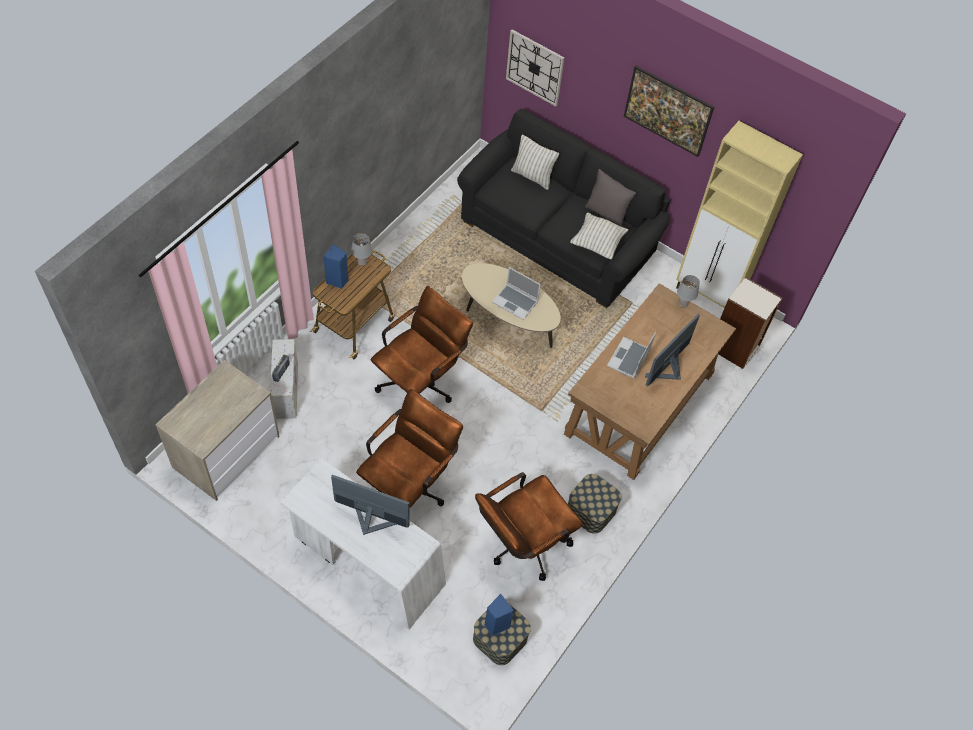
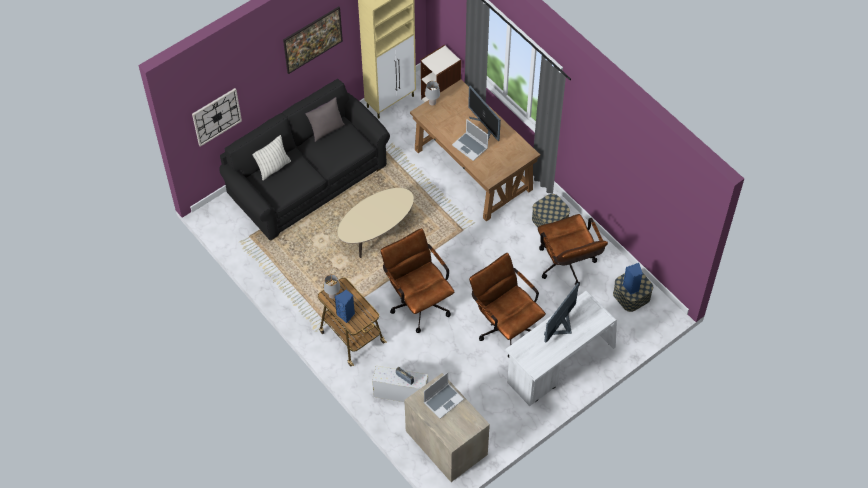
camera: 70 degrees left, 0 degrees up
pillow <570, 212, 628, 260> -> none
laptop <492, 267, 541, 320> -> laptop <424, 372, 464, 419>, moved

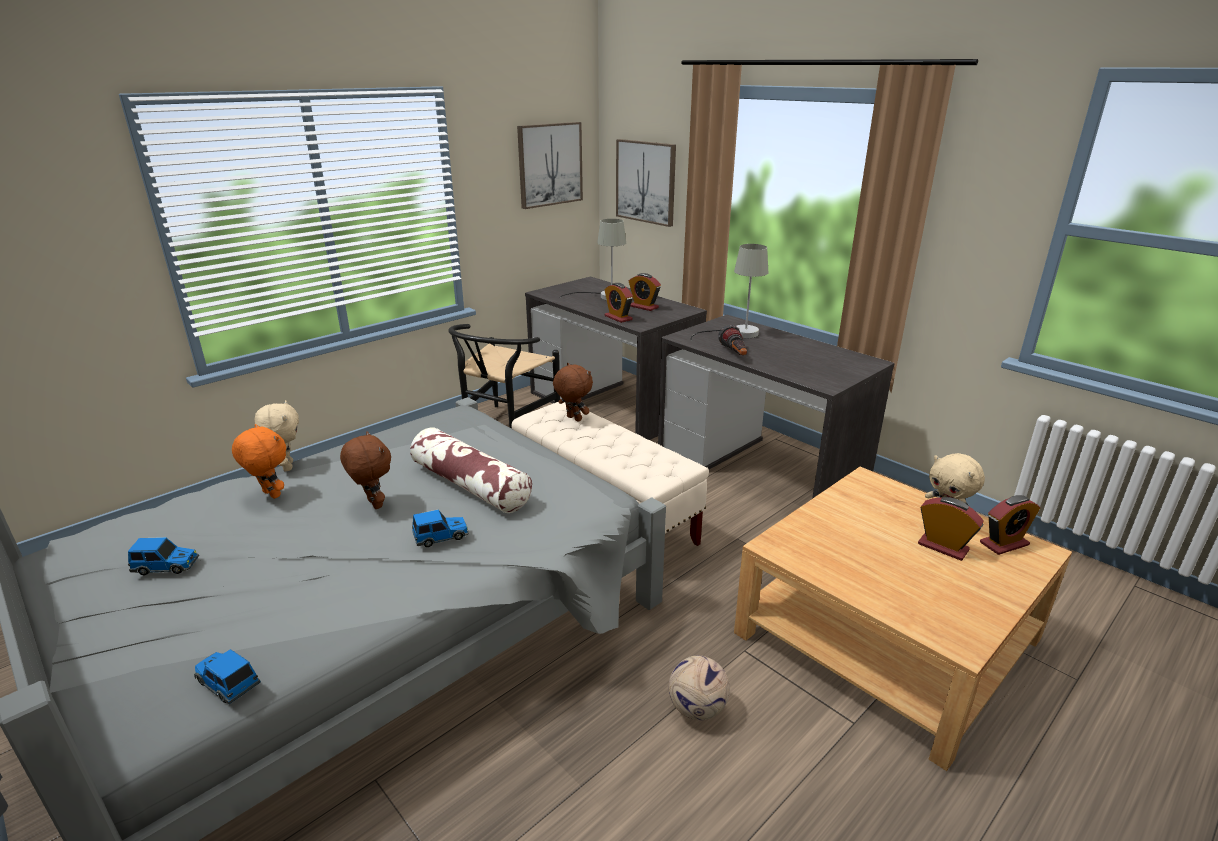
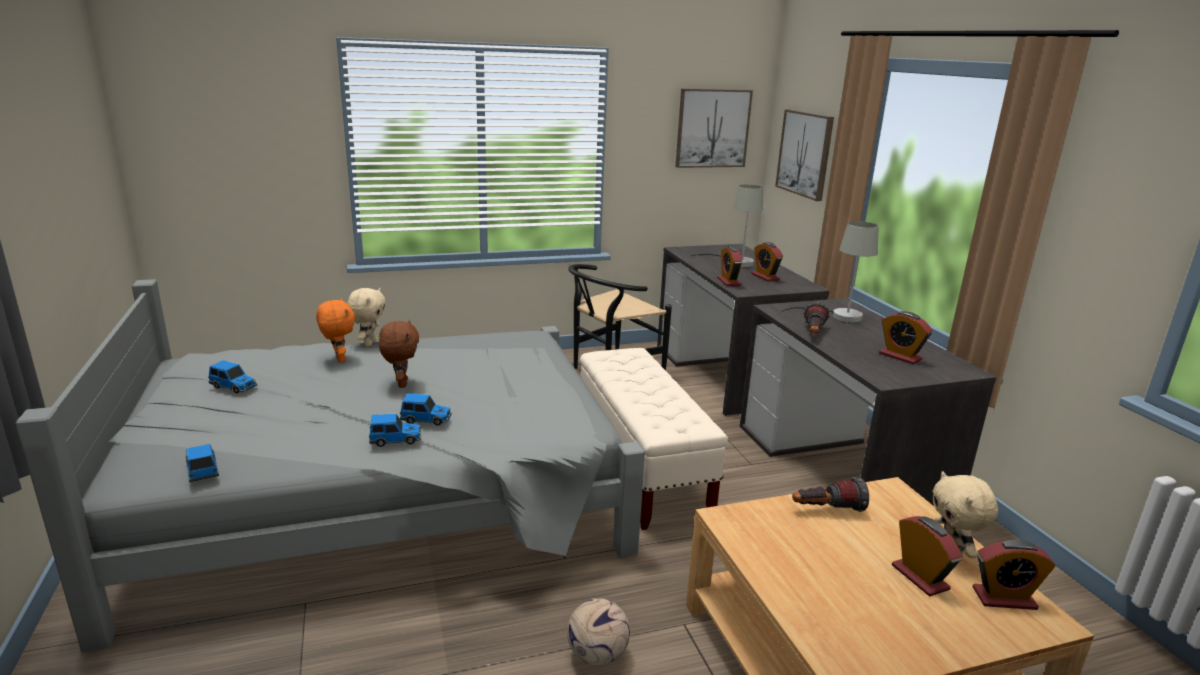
camera: 25 degrees right, 5 degrees down
plush toy/brown <553, 363, 593, 422> -> none
pillow <410, 428, 532, 513> -> none
none -> alarm clock <879, 311, 933, 364>
none -> toy car <369, 413, 421, 447>
none -> flashlight <792, 477, 869, 512>

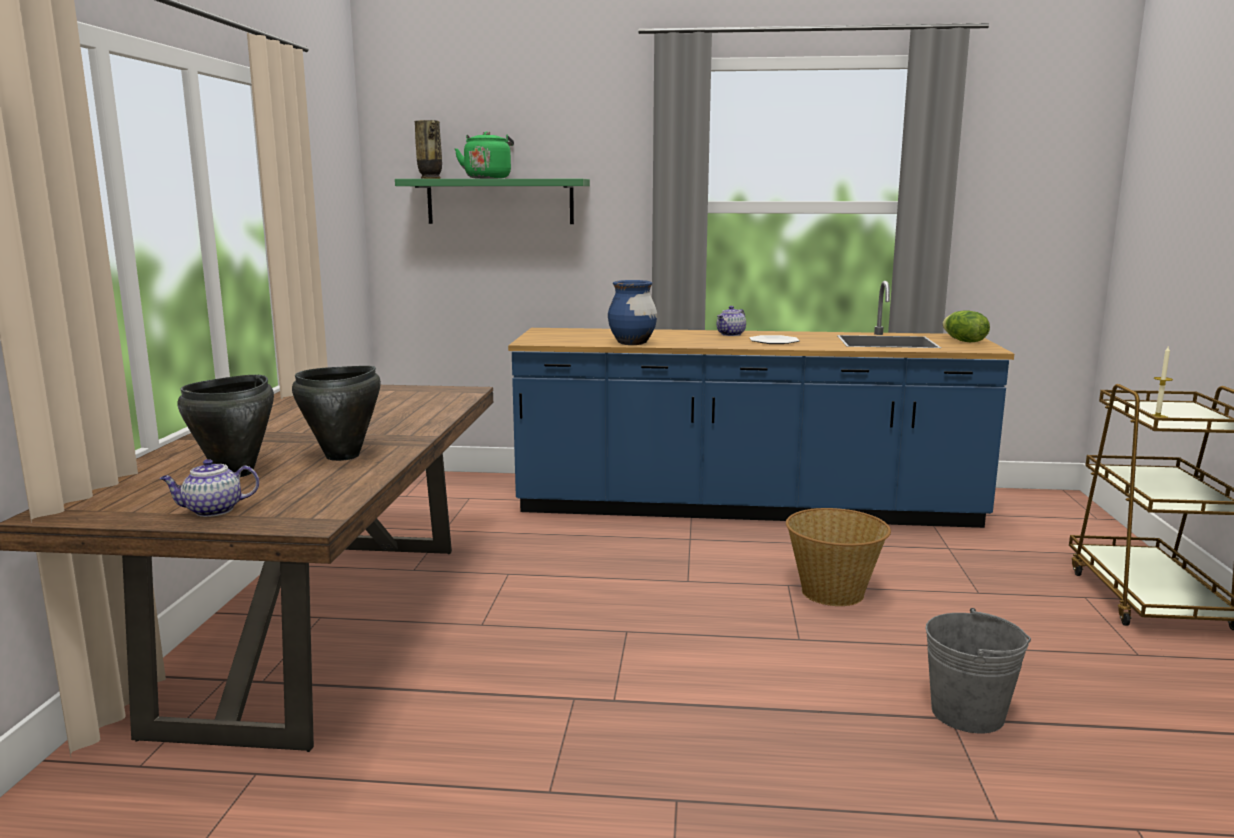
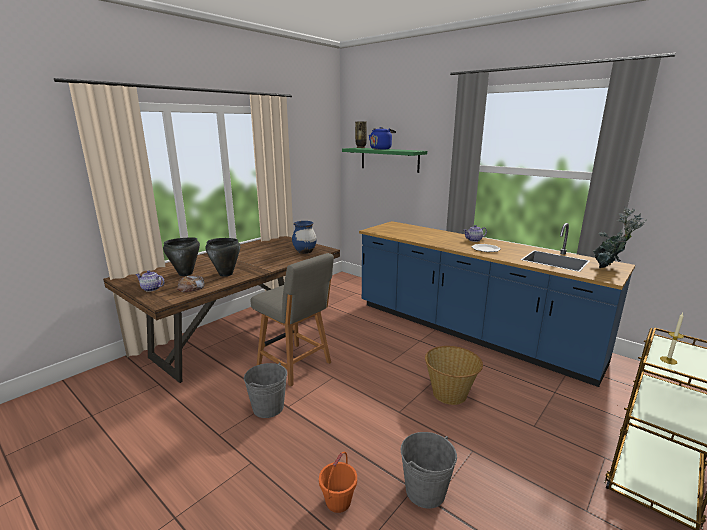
camera: 35 degrees right, 5 degrees up
kettle/green <455, 131, 514, 179> -> kettle/blue <369, 127, 396, 150>
vase/blue <608, 280, 657, 345> -> vase/blue <292, 221, 317, 254>, moved
lettuce <943, 311, 990, 342> -> potted plant <593, 207, 647, 268>
none -> chair/grey <251, 253, 334, 387>
none -> bread <177, 275, 204, 292>
none -> bucket/grey <244, 362, 287, 418>
none -> bucket/orange <319, 452, 357, 513>

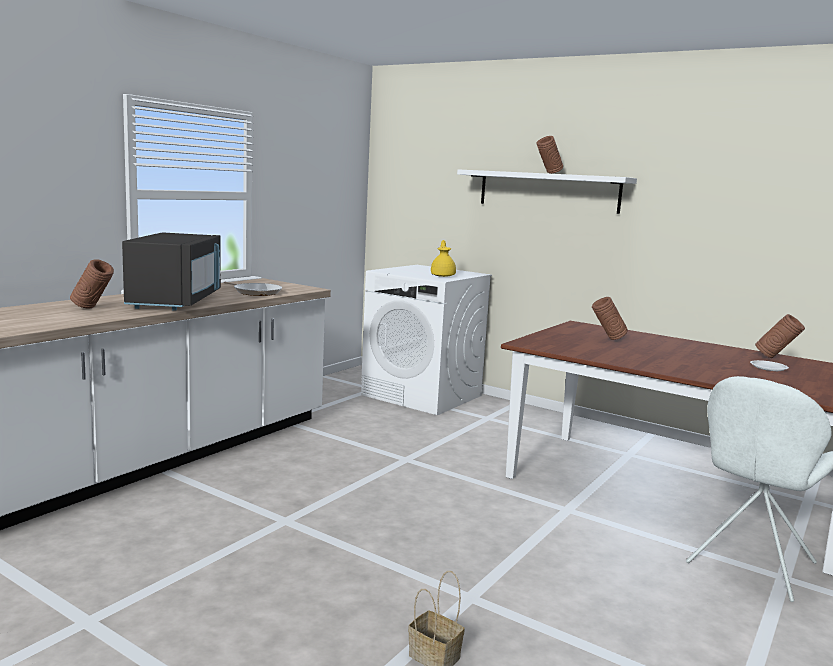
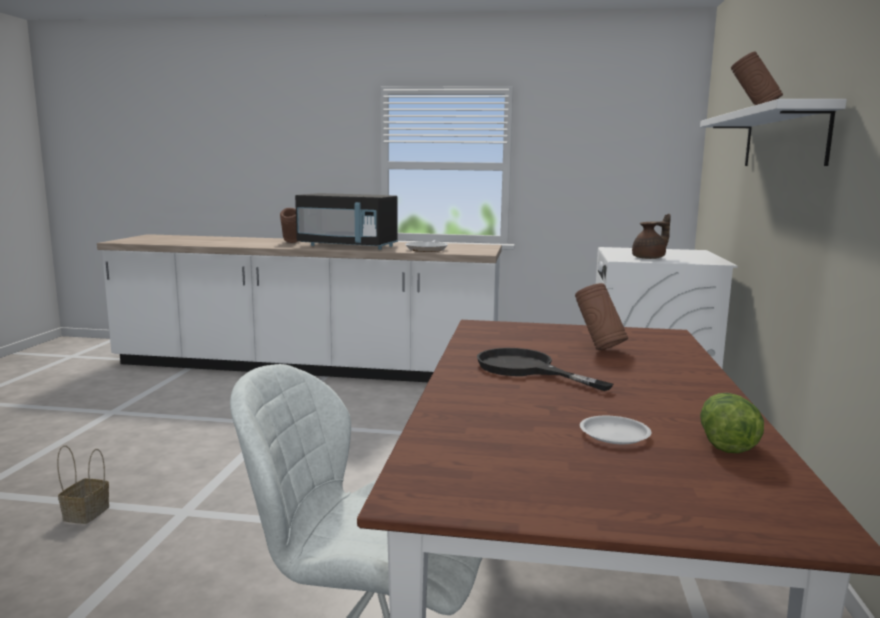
camera: 65 degrees right, 0 degrees up
microwave/black <122, 233, 221, 311> -> microwave/black <295, 193, 398, 250>, 45 degrees clockwise
teapot/yellow <431, 240, 456, 277> -> teapot/brown <632, 214, 671, 259>
vase/brown <755, 314, 805, 358> -> lettuce <700, 393, 764, 453>
none -> frying pan/black <477, 348, 613, 391>

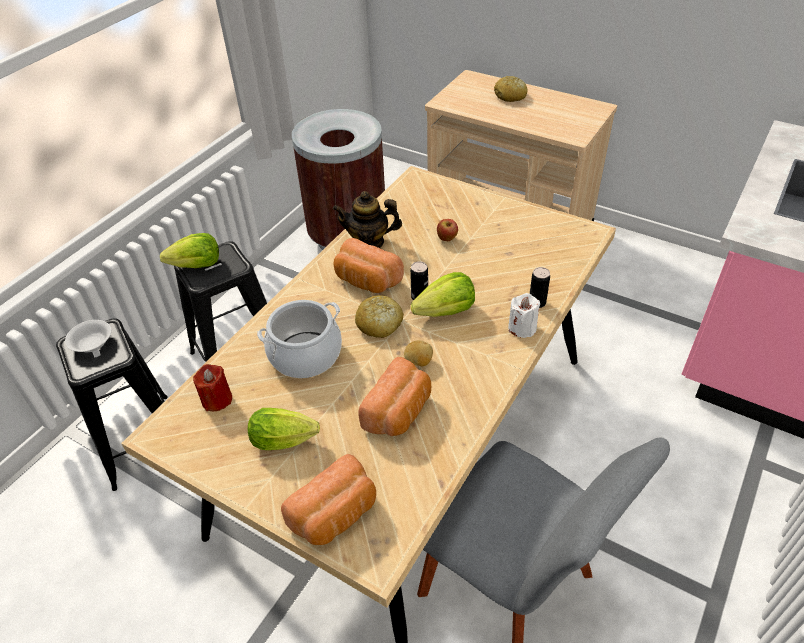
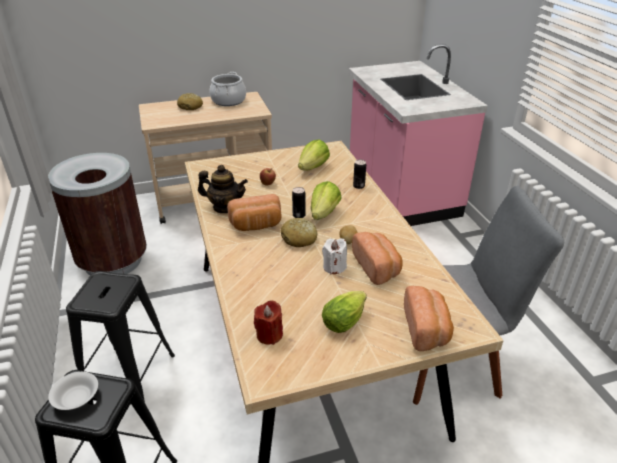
camera: 50 degrees left, 10 degrees down
teapot <333, 191, 402, 248> -> teapot <198, 165, 248, 213>, 120 degrees counterclockwise
lettuce <160, 233, 219, 268> -> lettuce <298, 139, 330, 171>, moved
candle/white <508, 293, 540, 338> -> candle/white <322, 238, 347, 274>, moved
cooking pot <257, 300, 342, 378> -> cooking pot <210, 72, 246, 106>, moved

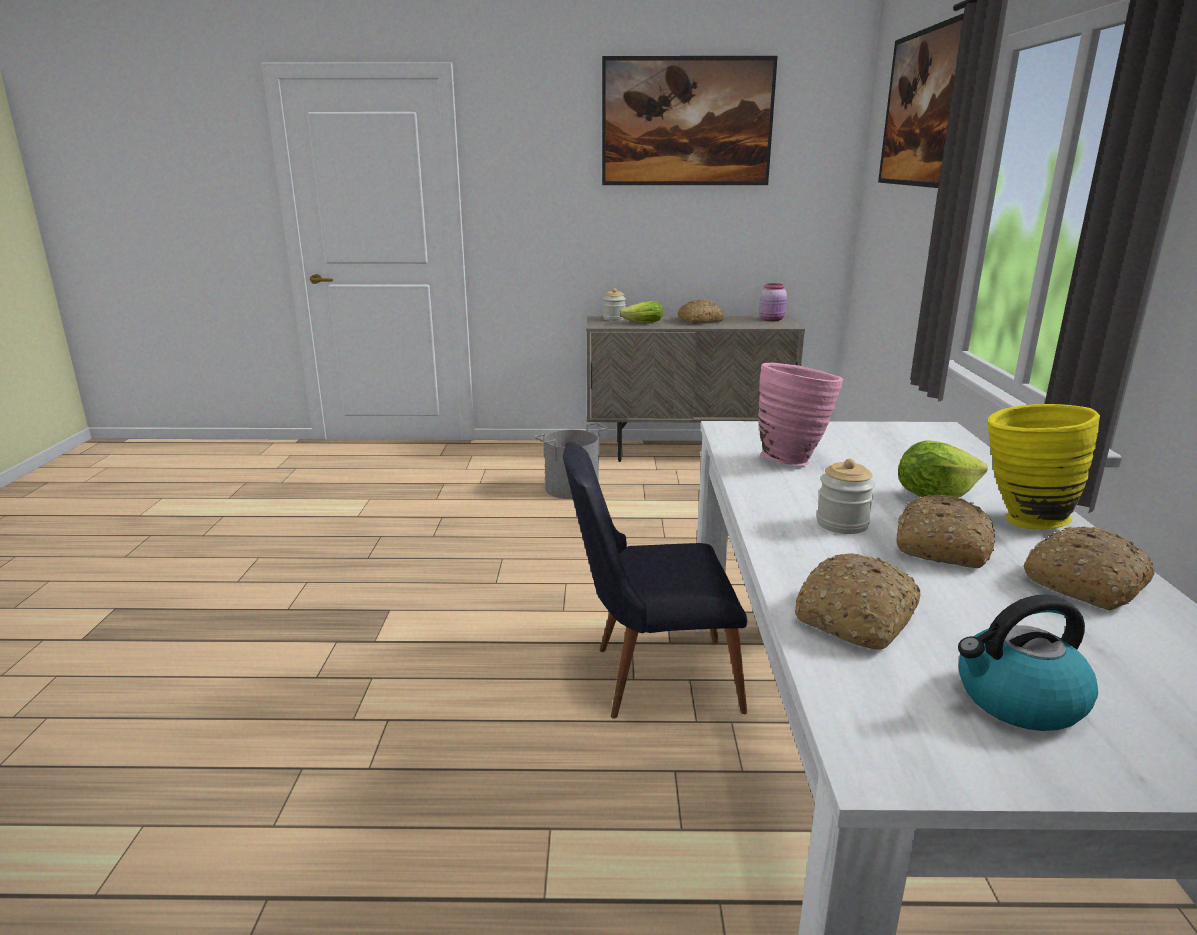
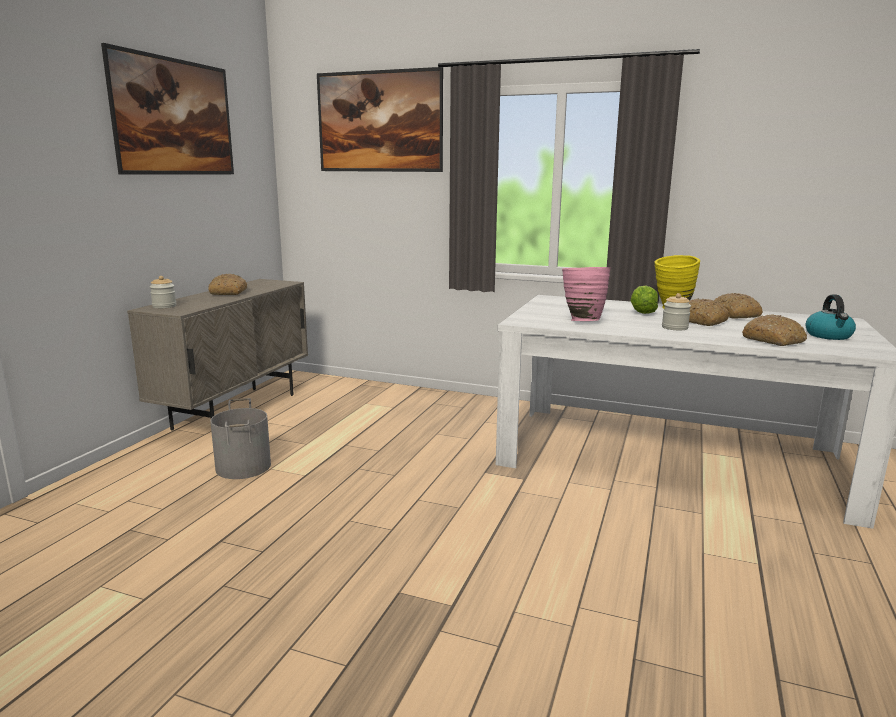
camera: 70 degrees left, 5 degrees down
jar/pink <759, 283, 787, 321> -> none
lettuce <619, 301, 663, 323> -> none
chair/black <563, 442, 747, 719> -> none

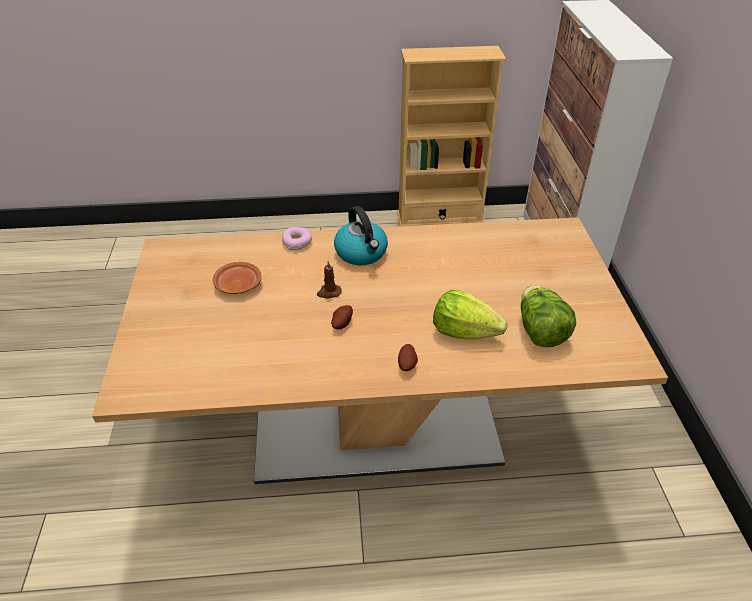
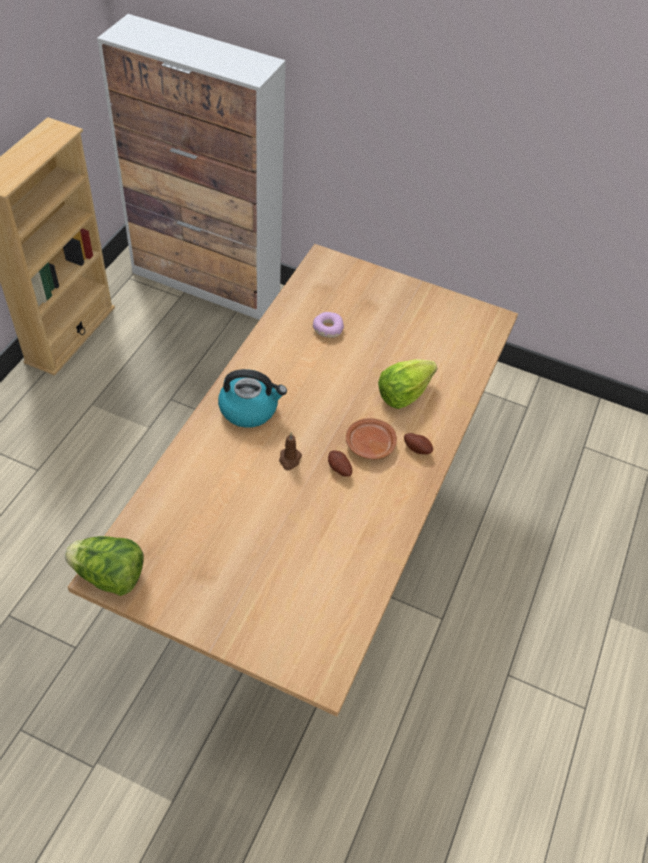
camera: 65 degrees left, 10 degrees up
donut <282, 227, 312, 250> -> donut <313, 312, 344, 338>, moved
plate/brown <213, 262, 262, 294> -> plate/brown <346, 418, 397, 459>, moved
lettuce <521, 286, 576, 347> -> lettuce <65, 536, 144, 596>, moved

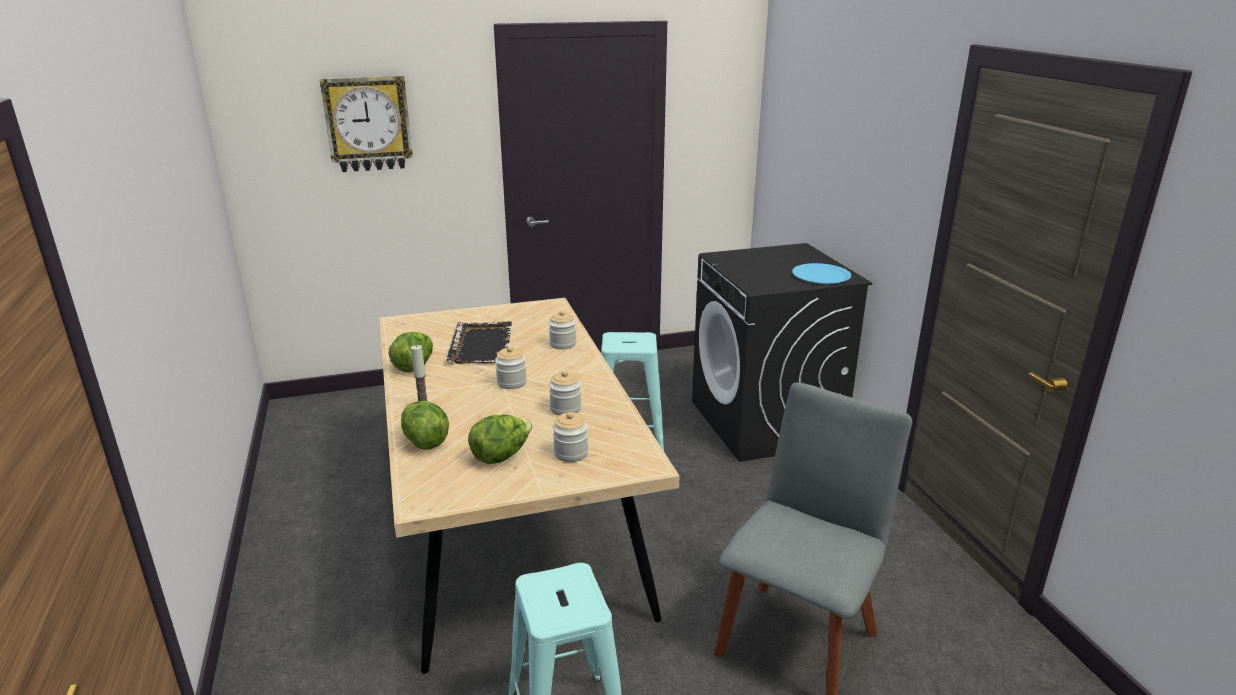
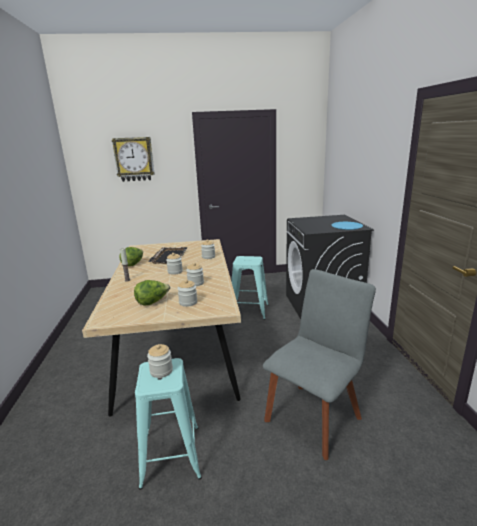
camera: 10 degrees right, 5 degrees down
lettuce <401, 401, 449, 450> -> none
none -> jar <147, 344, 173, 378>

